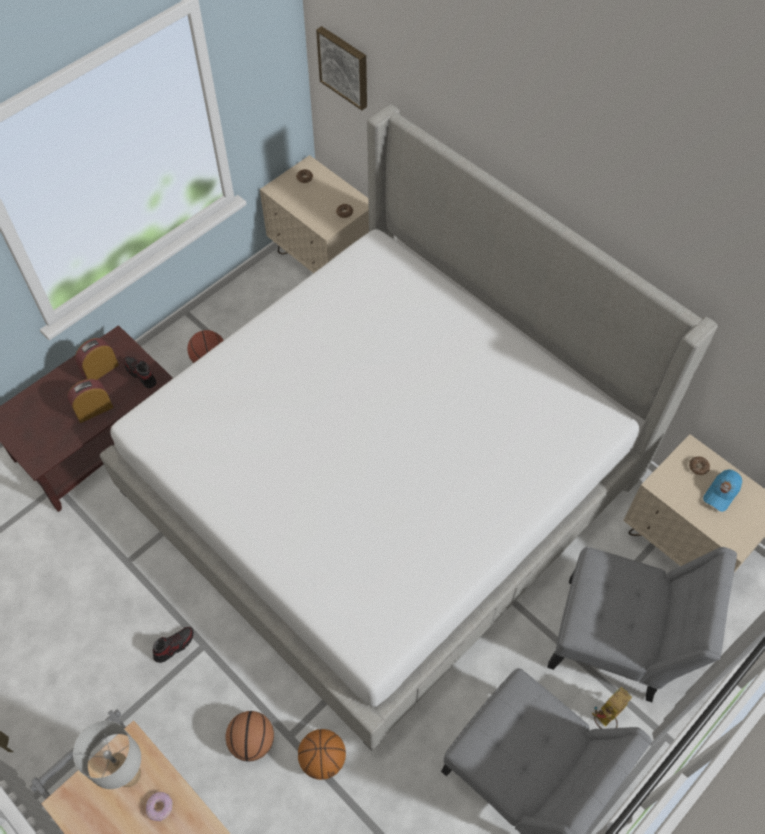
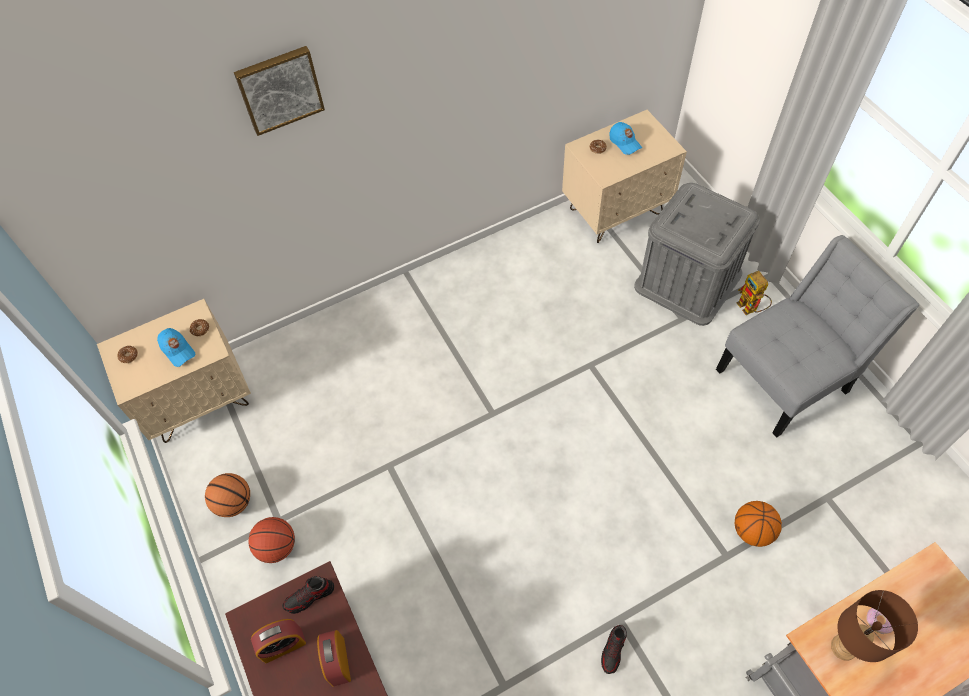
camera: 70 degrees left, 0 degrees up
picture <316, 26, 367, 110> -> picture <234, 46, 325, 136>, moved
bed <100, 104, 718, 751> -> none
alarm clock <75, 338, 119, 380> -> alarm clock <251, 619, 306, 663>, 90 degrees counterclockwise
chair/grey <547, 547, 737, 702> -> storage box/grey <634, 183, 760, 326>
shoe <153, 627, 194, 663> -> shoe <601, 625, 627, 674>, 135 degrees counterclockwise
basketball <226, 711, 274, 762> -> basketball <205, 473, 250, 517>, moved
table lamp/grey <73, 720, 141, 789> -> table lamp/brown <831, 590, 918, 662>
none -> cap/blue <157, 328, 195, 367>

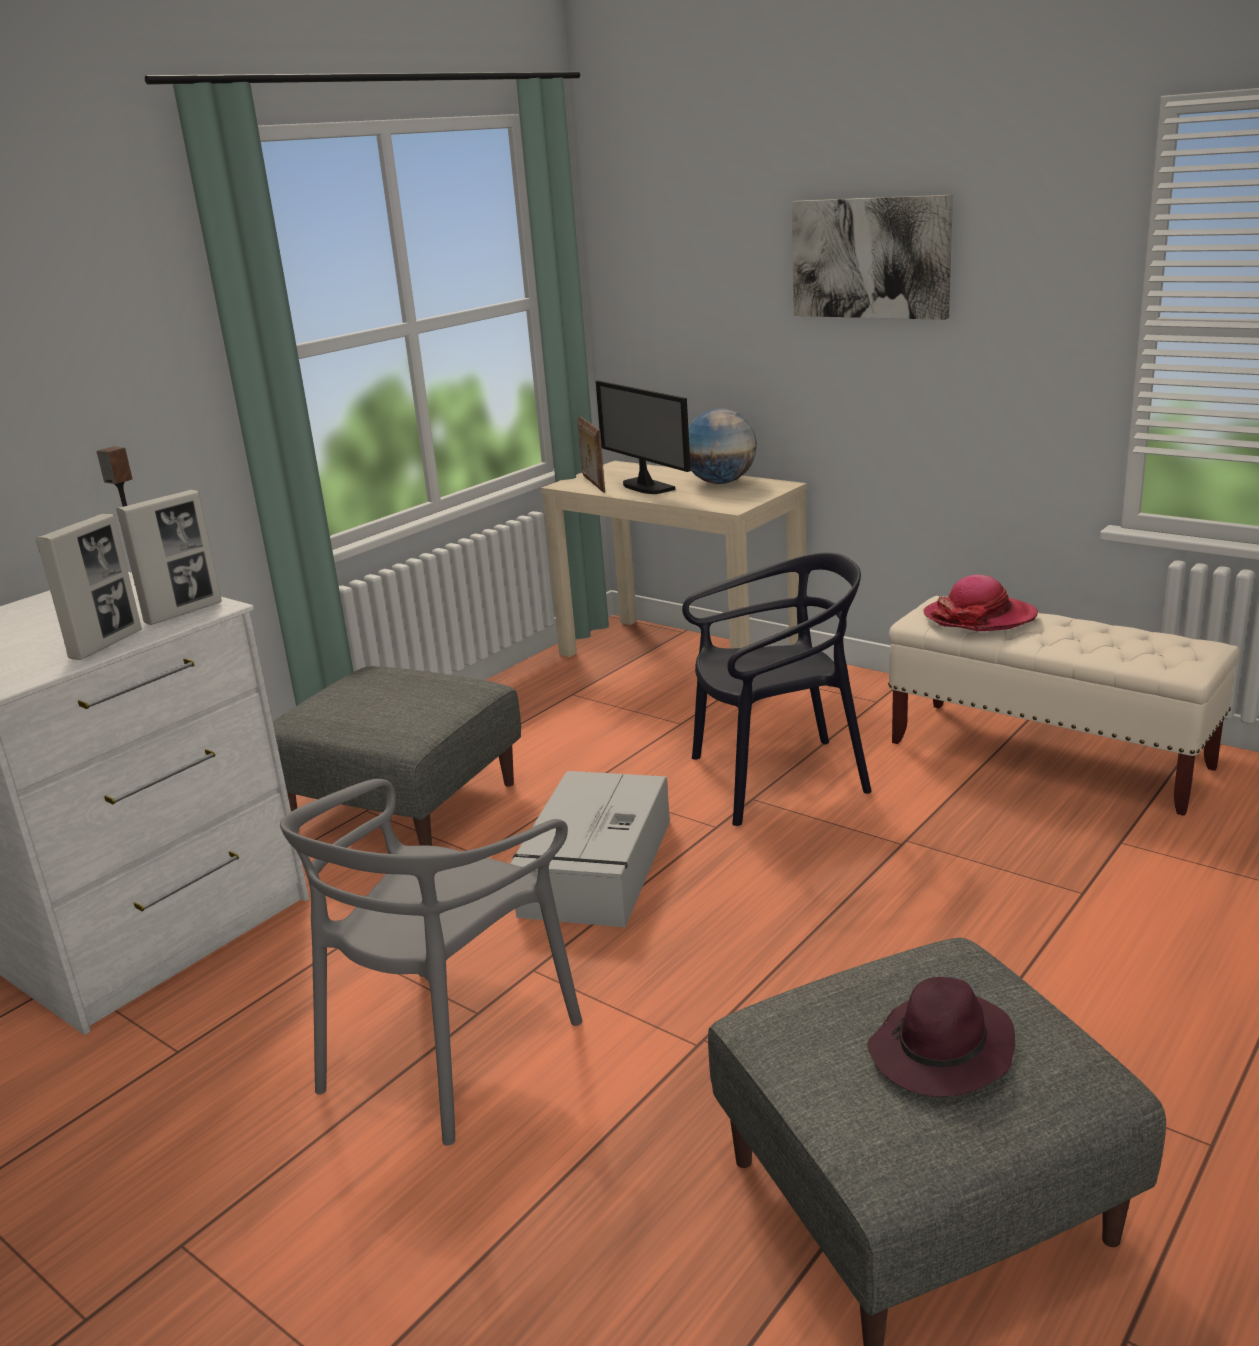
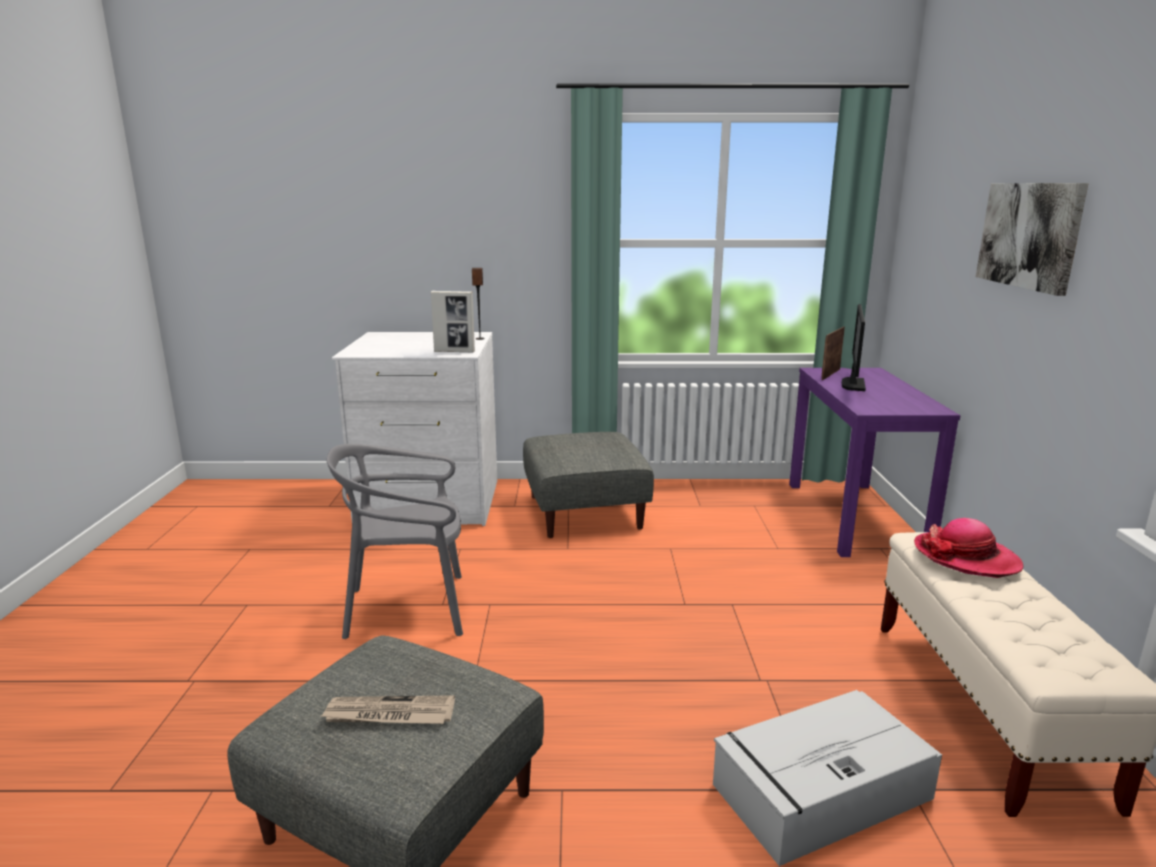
camera: 50 degrees right, 5 degrees down
globe <688, 408, 757, 484> -> none
console table/beige <541, 461, 807, 657> -> console table/purple <789, 368, 961, 557>
picture frame <36, 514, 142, 660> -> none
chair/black <682, 552, 871, 826> -> none
storage box/grey <510, 771, 670, 927> -> storage box/grey <713, 690, 942, 866>, moved
hat/purple <867, 977, 1015, 1097> -> newspaper <321, 695, 455, 724>

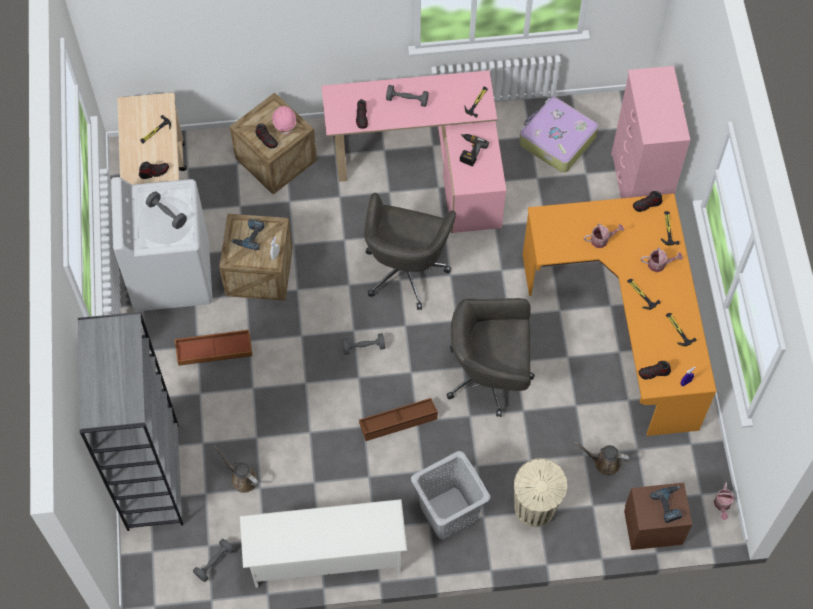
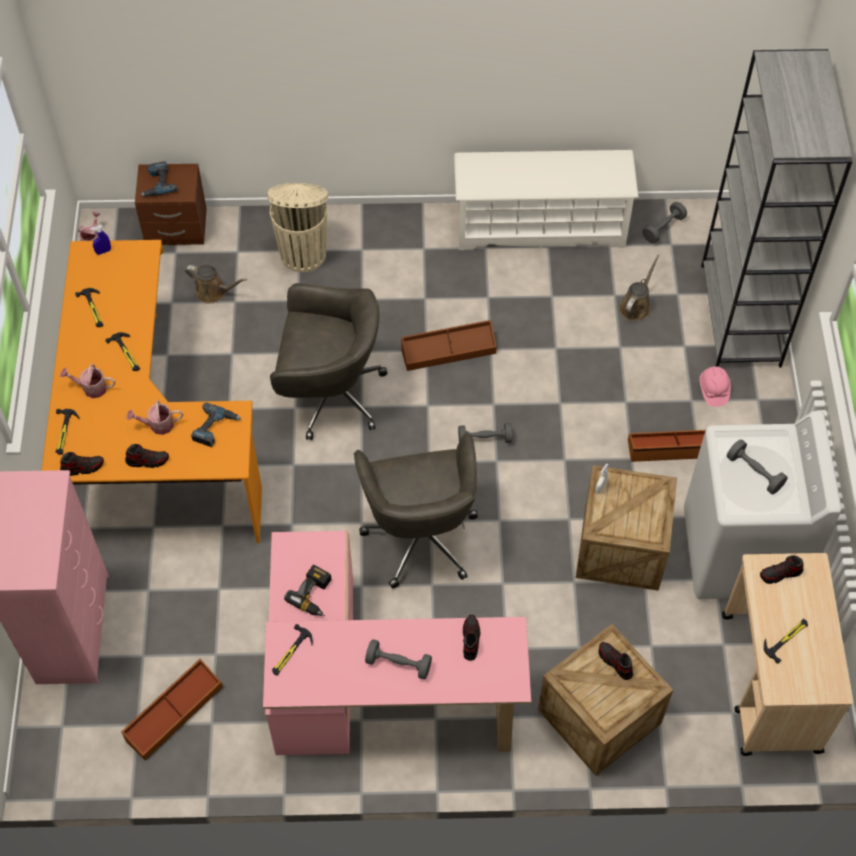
camera: 175 degrees left, 5 degrees down
suitcase <519, 97, 598, 173> -> storage box/brown <121, 659, 223, 760>
hard hat/pink <272, 106, 296, 135> -> hard hat/pink <700, 366, 731, 407>, moved
office chair/grey <364, 193, 456, 310> -> office chair/grey <354, 433, 478, 588>, 150 degrees clockwise
power drill <231, 219, 265, 250> -> power drill <191, 403, 241, 447>, moved
shoe <639, 361, 671, 379> -> shoe <125, 444, 169, 468>, moved
watering can/brown <213, 445, 259, 493> -> watering can/brown <619, 255, 660, 321>, 105 degrees counterclockwise
laundry basket/grey <411, 451, 490, 539> -> none

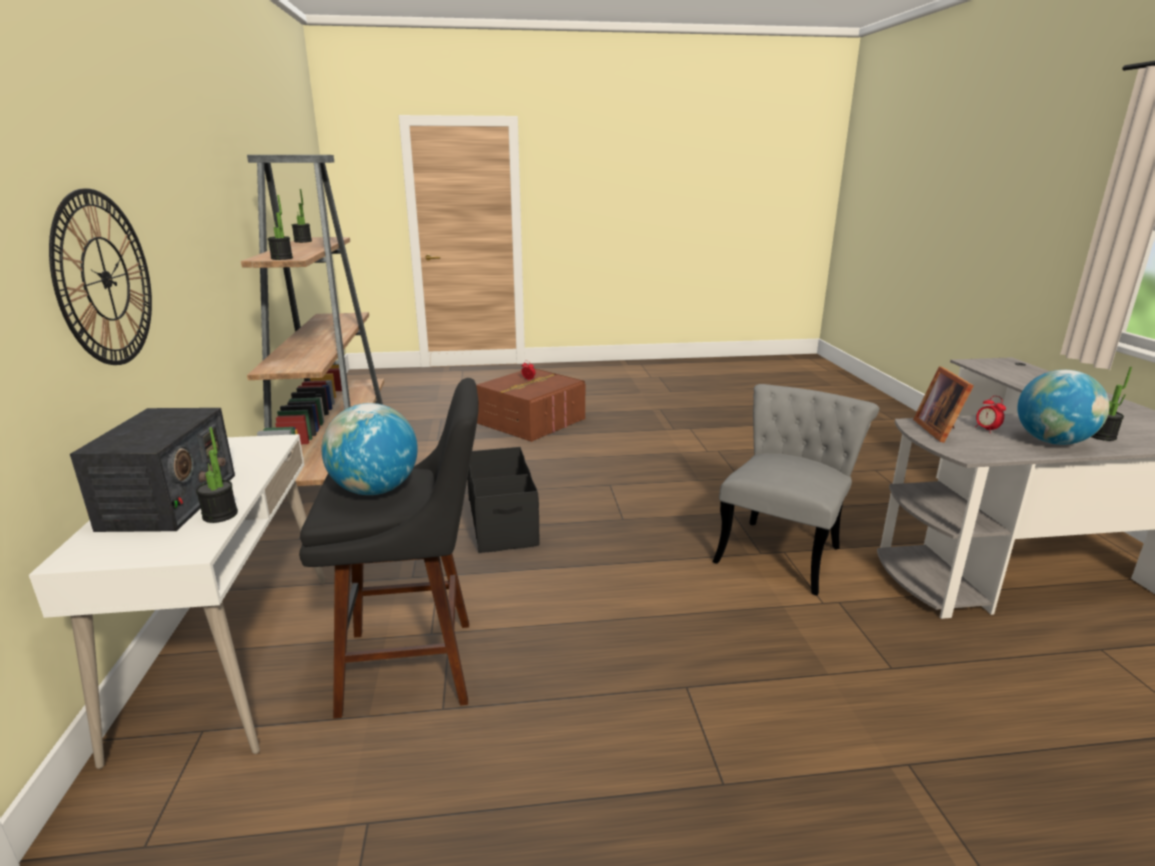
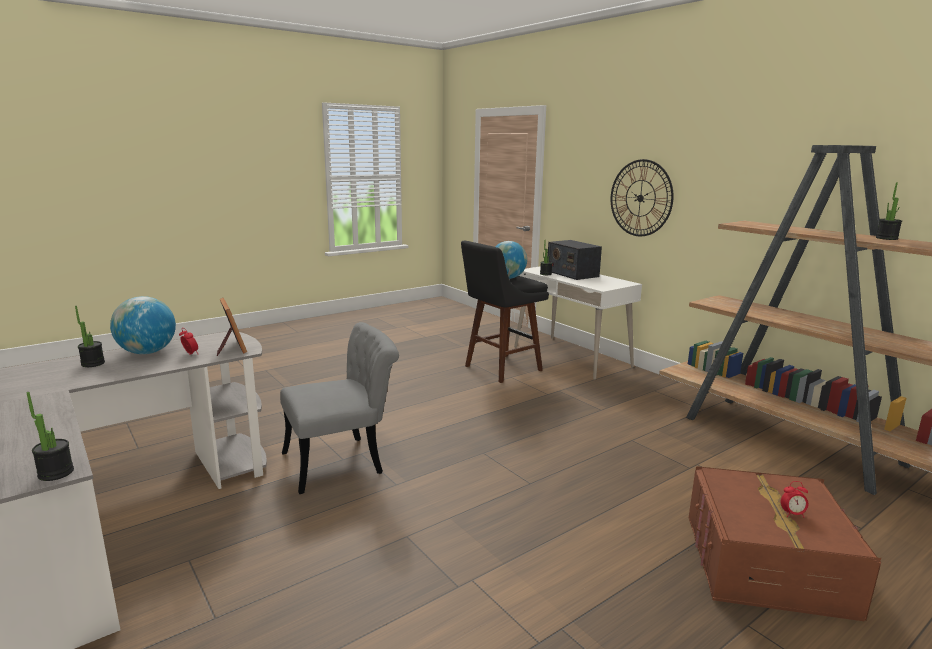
camera: 150 degrees right, 5 degrees down
potted plant <268, 195, 293, 260> -> potted plant <26, 392, 74, 481>, moved
chair/grey <713, 384, 879, 596> -> chair/grey <280, 322, 399, 494>, 120 degrees counterclockwise
storage box/black <467, 447, 540, 553> -> none

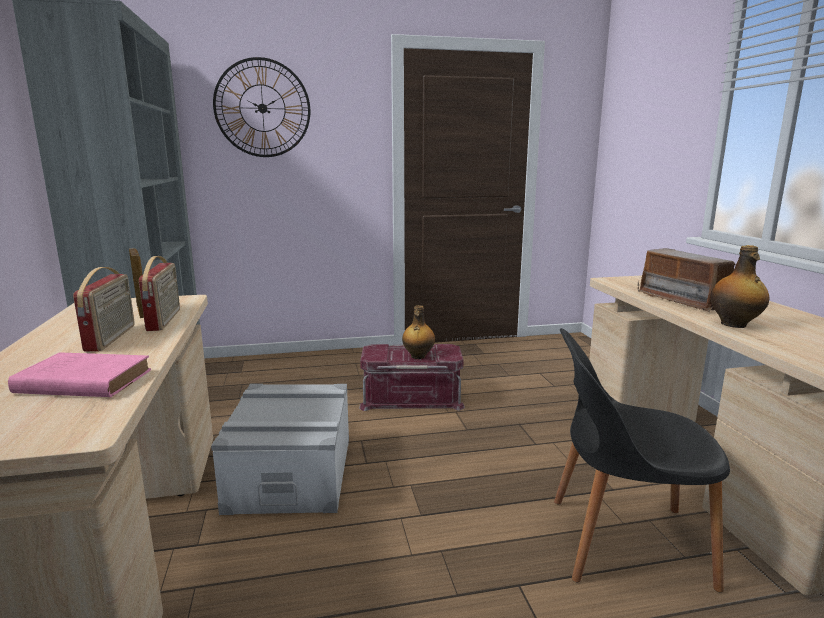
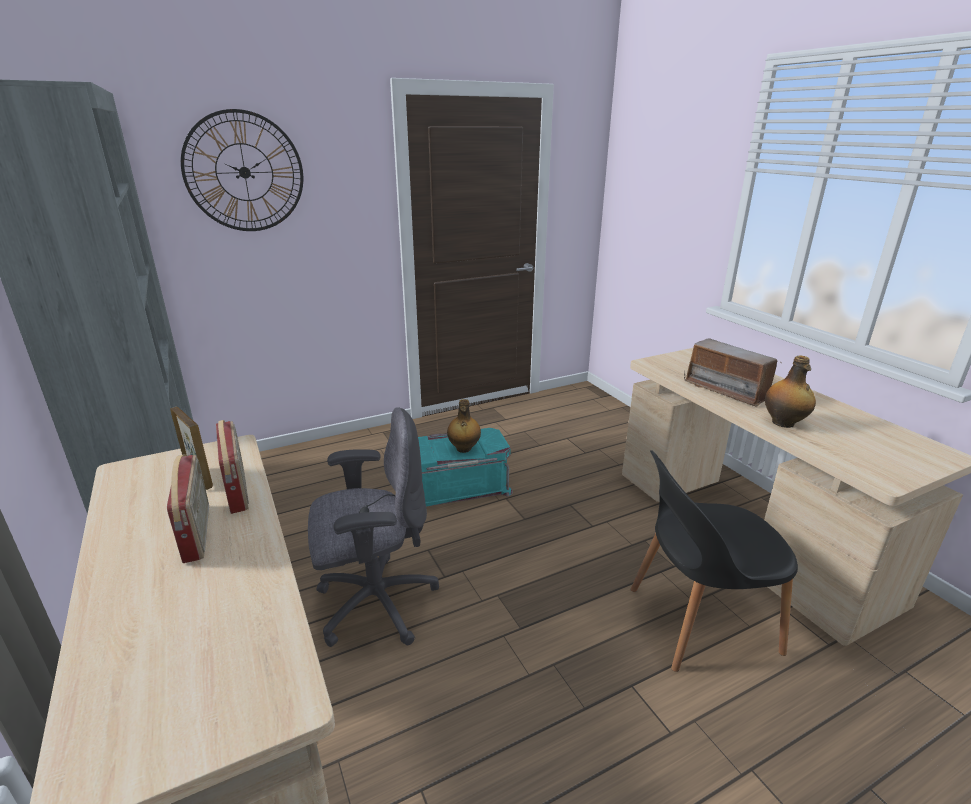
camera: 15 degrees left, 10 degrees up
storage box/red <359, 344, 465, 411> -> storage box/turquoise <418, 428, 513, 507>
book/pink <8, 352, 151, 397> -> none
storage box/grey <211, 384, 349, 515> -> office chair/grey <308, 407, 439, 647>

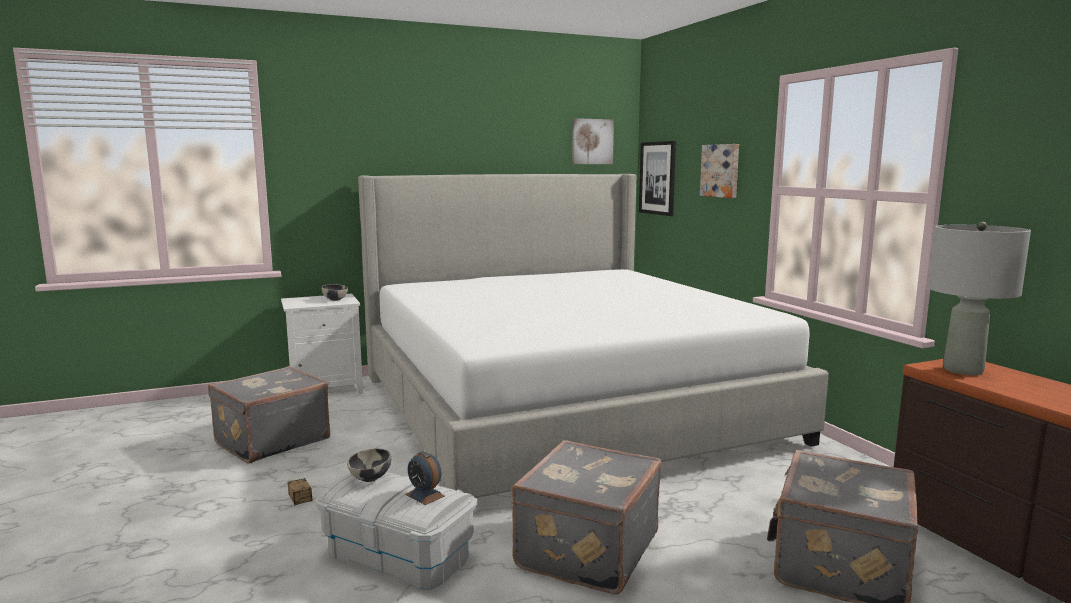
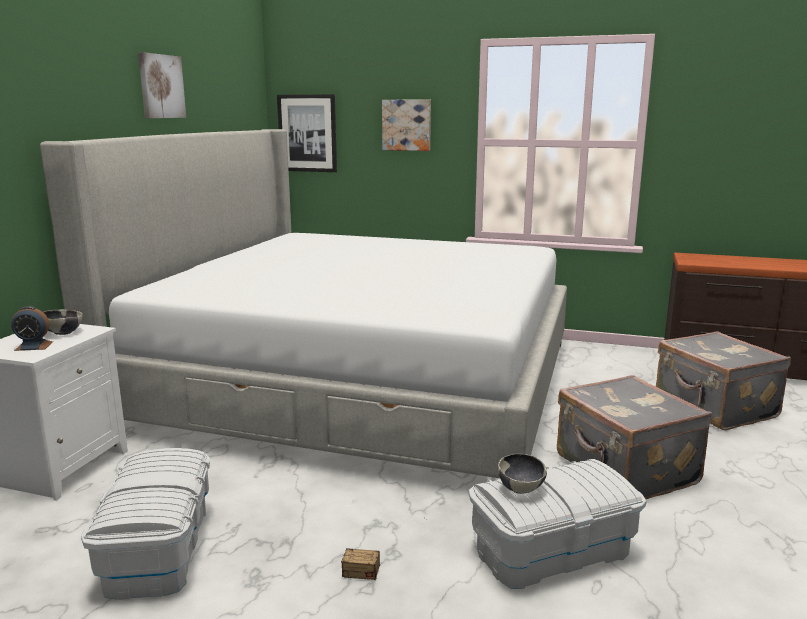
camera: 50 degrees left, 5 degrees up
picture <572, 118, 614, 164> -> picture <138, 52, 186, 118>, moved
table lamp/grey <928, 222, 1031, 375> -> none
suitcase/grey <208, 366, 330, 464> -> storage box/white <81, 448, 210, 600>
alarm clock <405, 451, 445, 505> -> alarm clock <11, 306, 53, 351>, moved

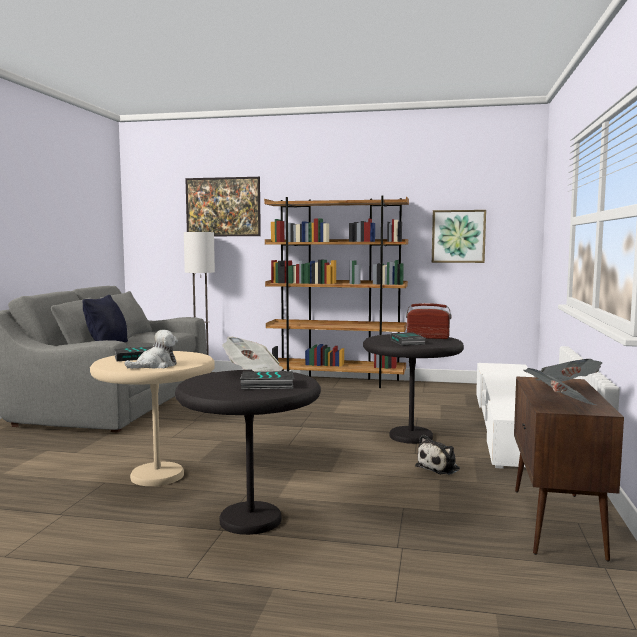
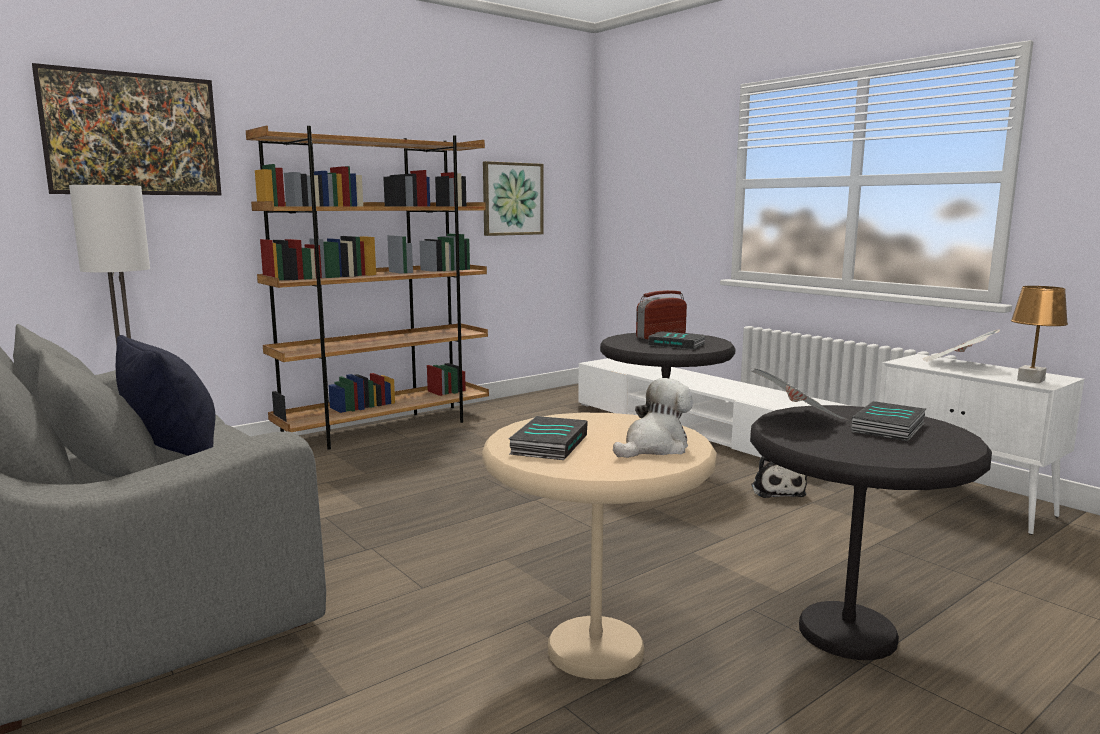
camera: 50 degrees left, 5 degrees up
plush toy <124, 330, 178, 369> -> plush toy <613, 378, 693, 458>, 45 degrees clockwise
newspaper <523, 368, 596, 405> -> table lamp/brown <1011, 286, 1068, 383>
cabinet/brown <514, 376, 624, 562> -> cabinet/white <876, 354, 1084, 535>

